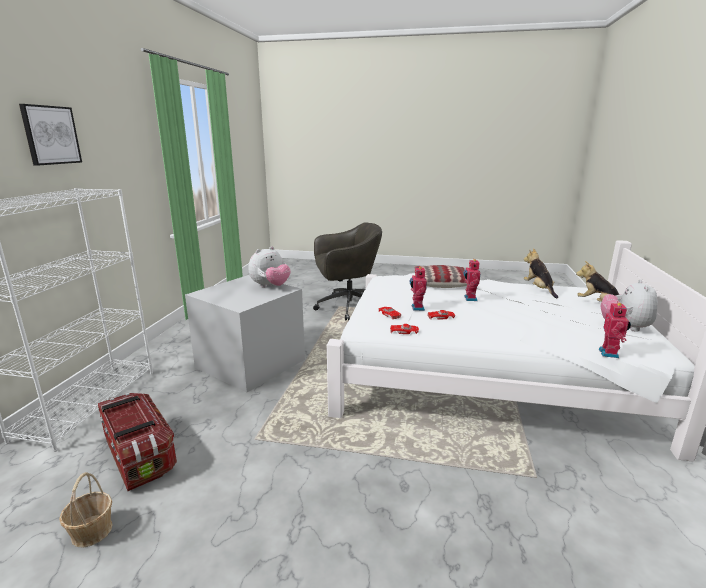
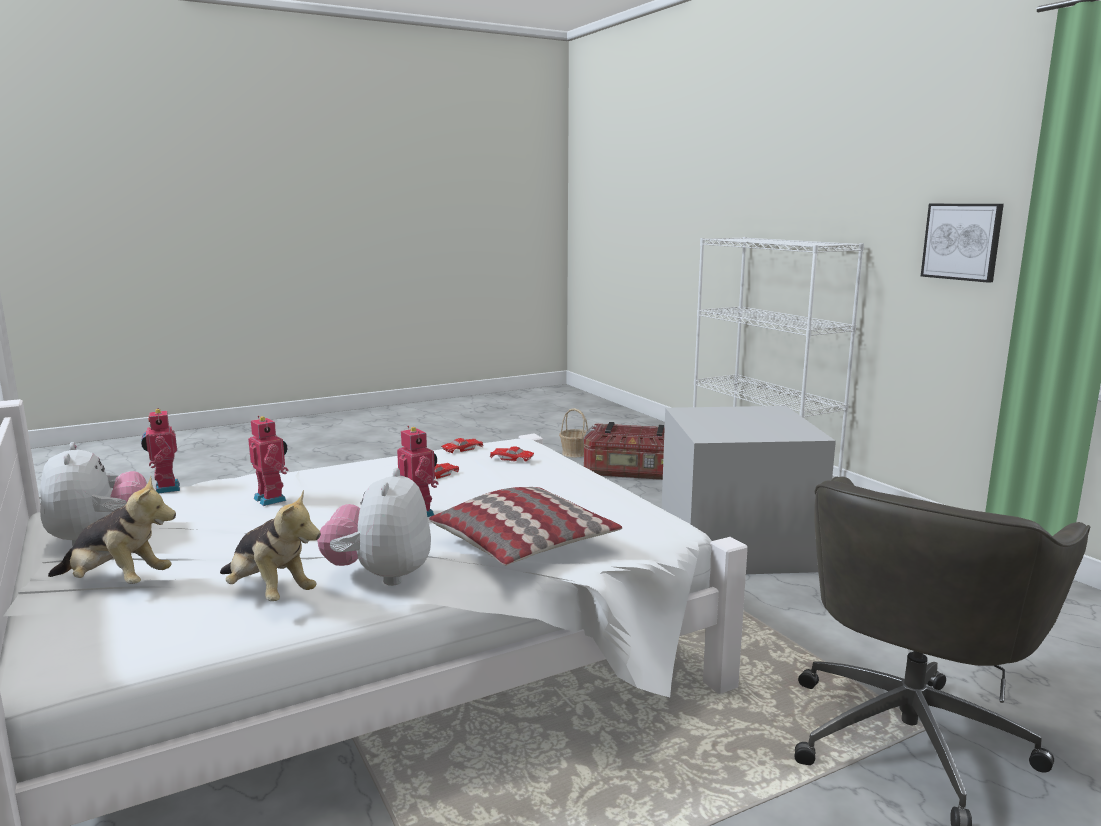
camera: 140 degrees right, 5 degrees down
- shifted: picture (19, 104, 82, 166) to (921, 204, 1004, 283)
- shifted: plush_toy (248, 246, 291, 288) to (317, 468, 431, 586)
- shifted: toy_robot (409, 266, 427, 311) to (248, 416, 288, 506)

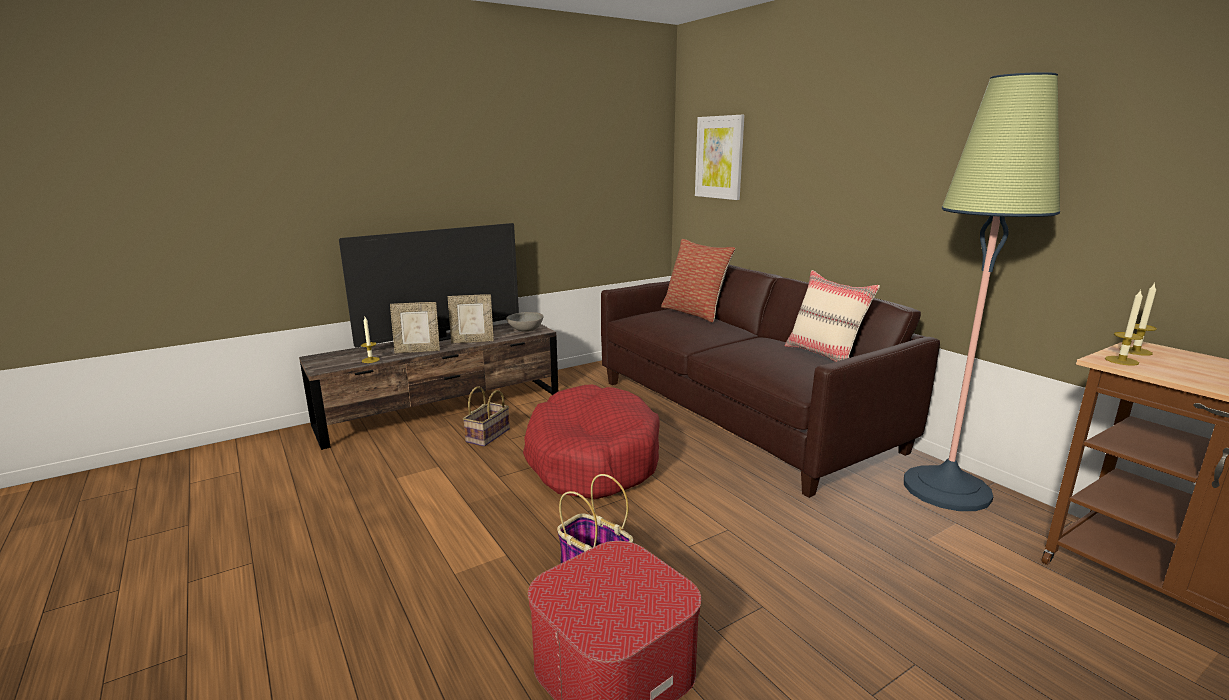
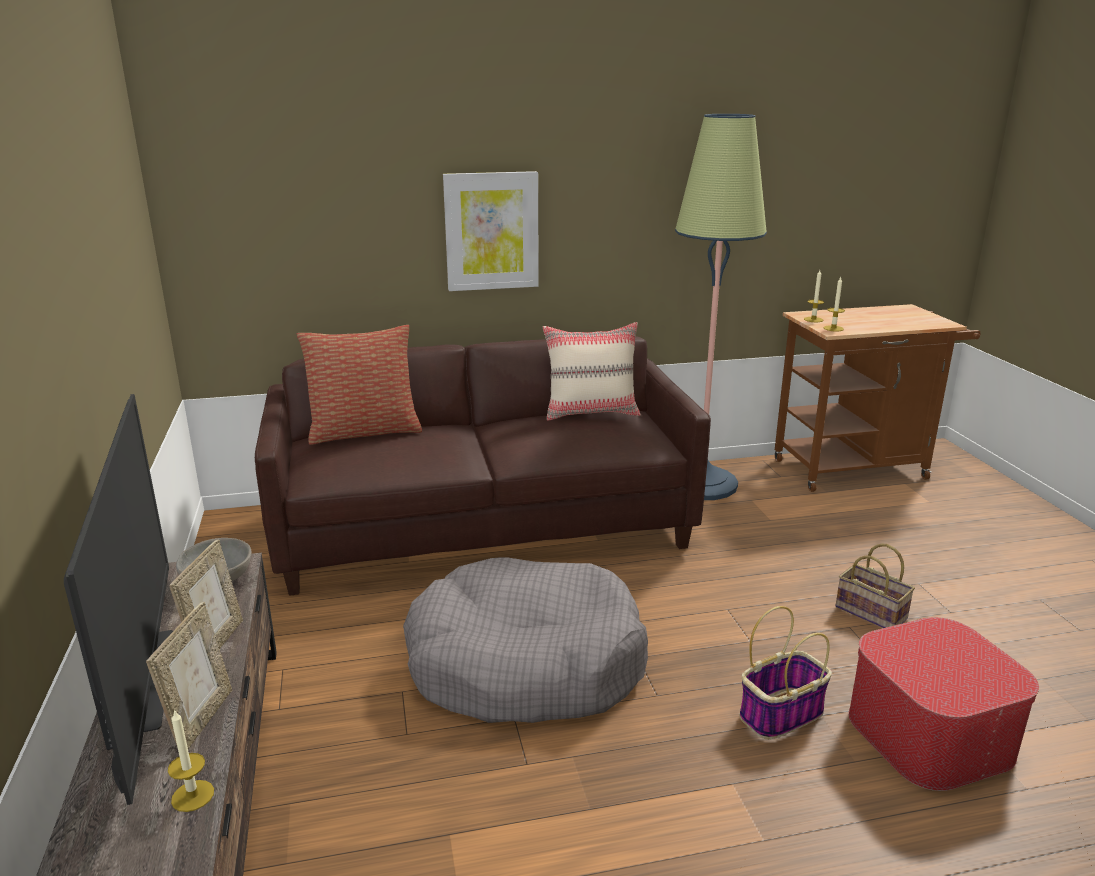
camera: 70 degrees left, 5 degrees up
- shifted: basket (463, 387, 510, 447) to (835, 544, 915, 628)
- repainted: red_dog_bed (523, 385, 659, 499) to grey_dog_bed (403, 557, 648, 723)
- shifted: picture (695, 115, 745, 200) to (443, 171, 539, 291)

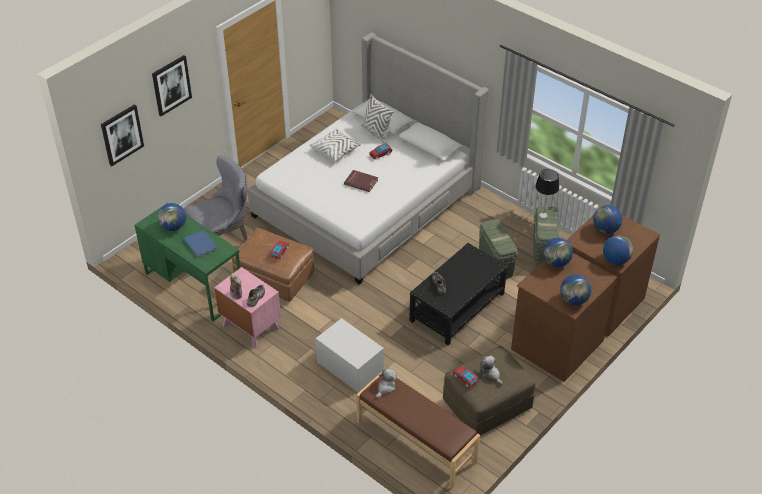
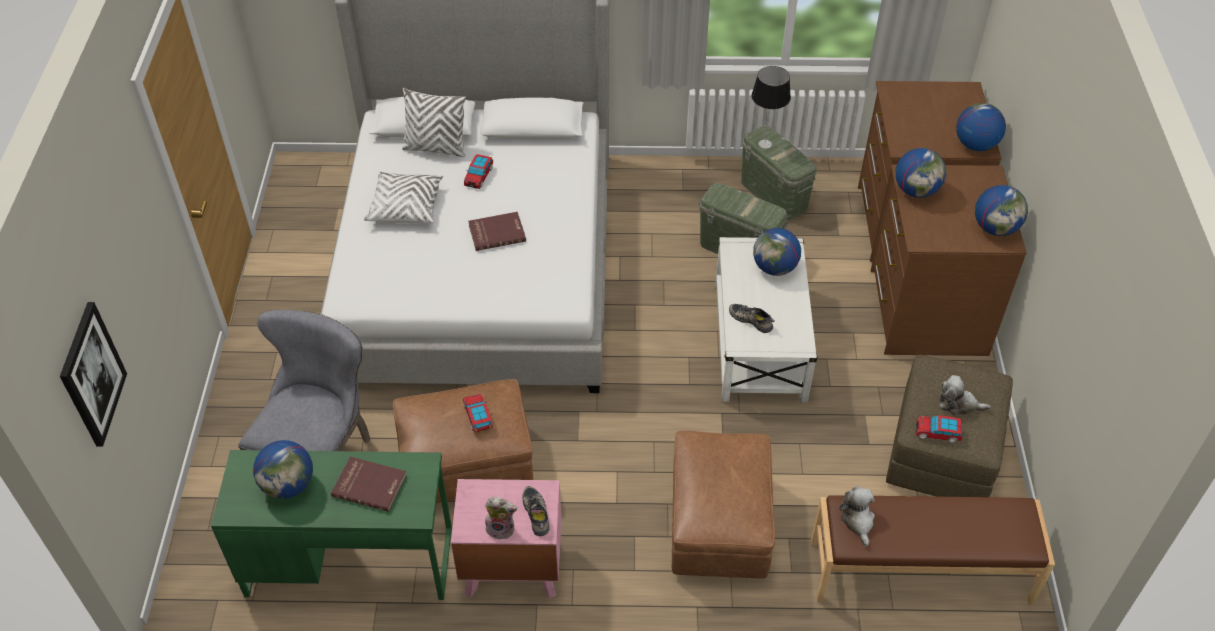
camera: 40 degrees left, 5 degrees up
- gone: picture (152, 55, 192, 116)
- repainted: blue_book (184, 230, 218, 258) to red_book (331, 457, 407, 512)
- swapped: white_storage_box (316, 318, 384, 393) to brown_ottoman (672, 430, 775, 579)
- repainted: black_coffee_table (409, 243, 508, 345) to white_coffee_table (715, 237, 818, 403)
- shifted: globe (593, 205, 623, 234) to (753, 228, 801, 276)

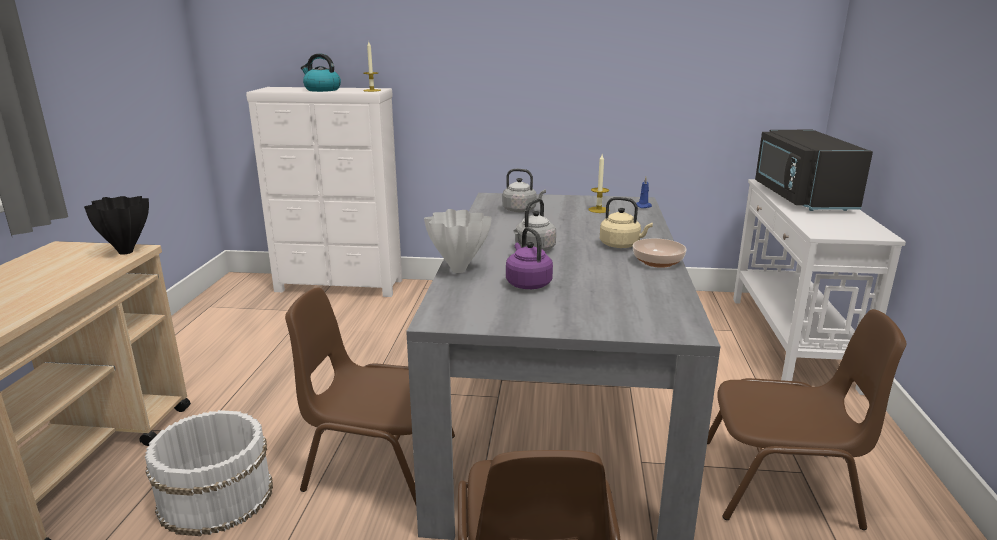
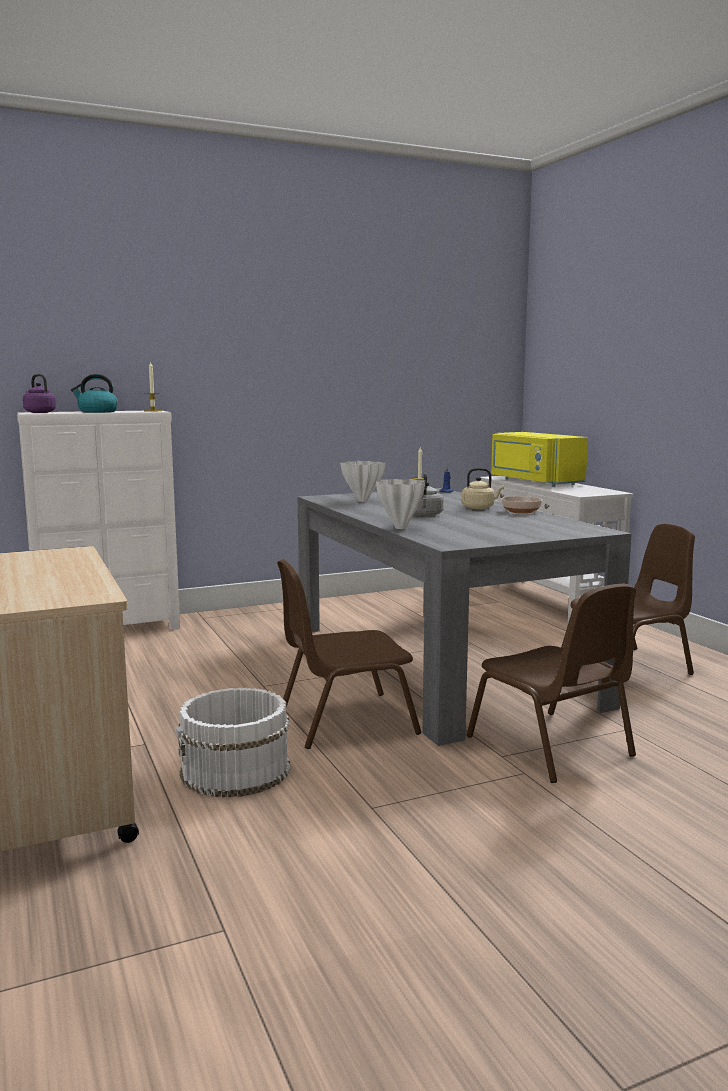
camera: 30 degrees left, 10 degrees down
- gone: black_vase (84, 196, 149, 255)
- swapped: grey_kettle (502, 169, 546, 212) to white_vase (340, 461, 386, 502)
- shifted: purple_kettle (506, 227, 553, 289) to (23, 374, 56, 413)
- repainted: black_microwave (755, 130, 873, 211) to yellow_microwave (491, 432, 588, 487)

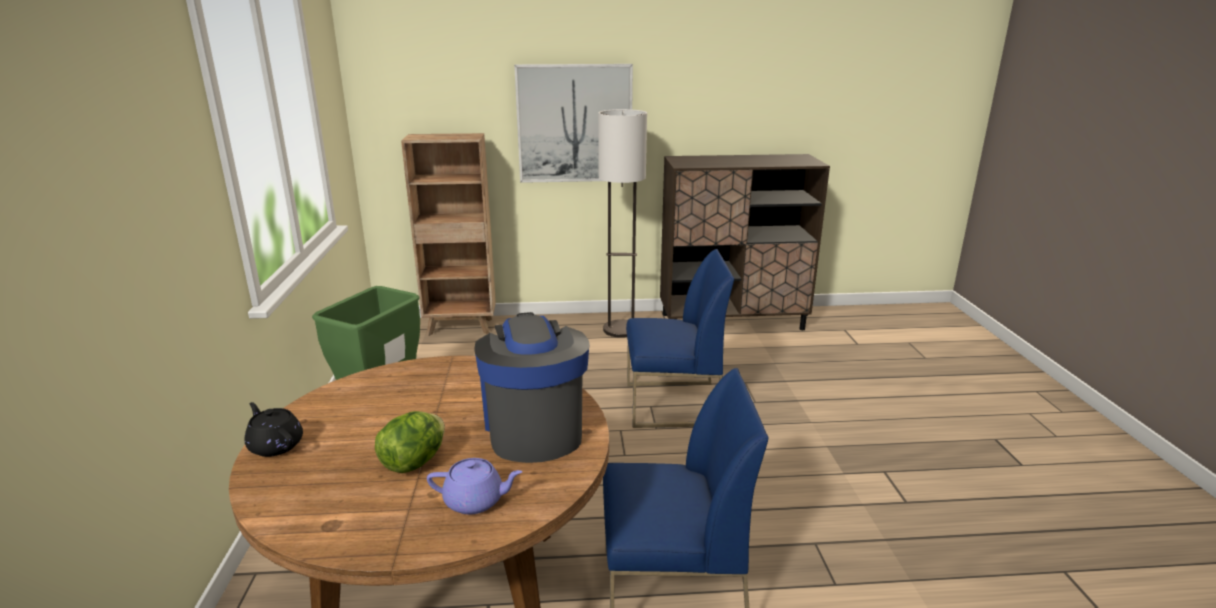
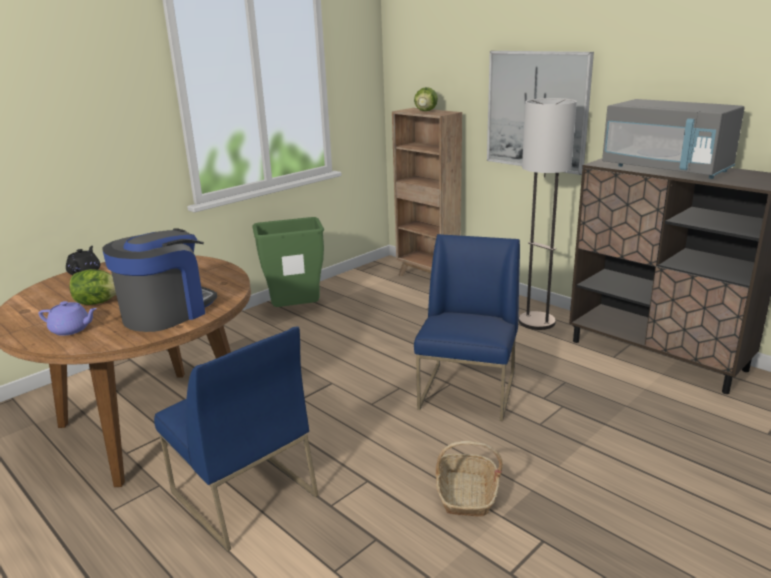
camera: 50 degrees right, 0 degrees up
- rotated: purple_teapot (427, 458, 523, 514) = (39, 301, 97, 336) 45 degrees counterclockwise
- rotated: blue_chair (626, 249, 734, 428) = (414, 234, 520, 421) 120 degrees counterclockwise
- new: lettuce (414, 87, 438, 111)
- new: basket (435, 441, 503, 517)
- new: grey_microwave (602, 99, 745, 179)

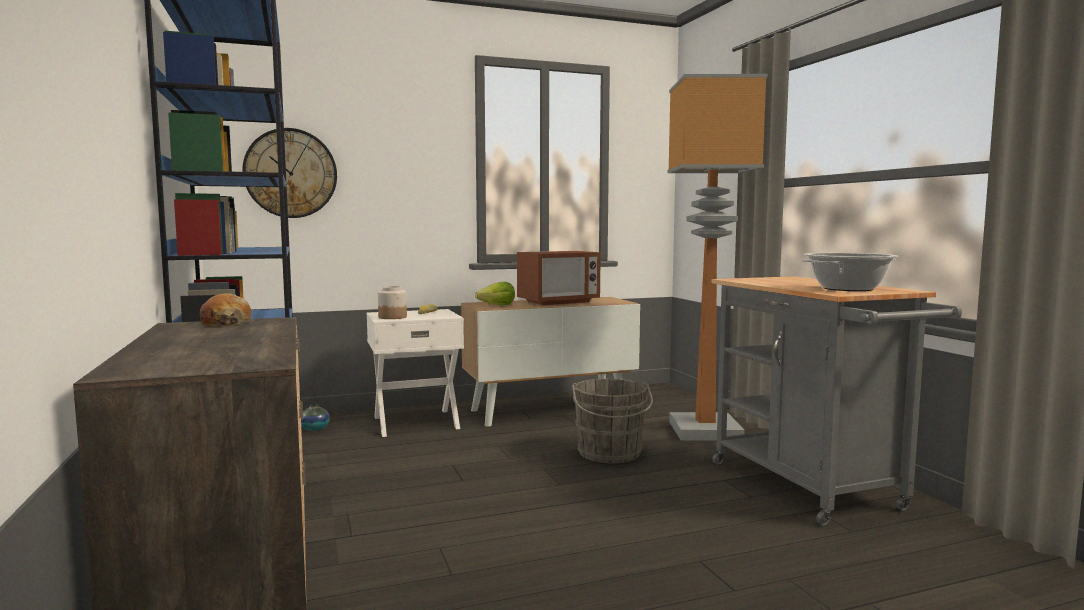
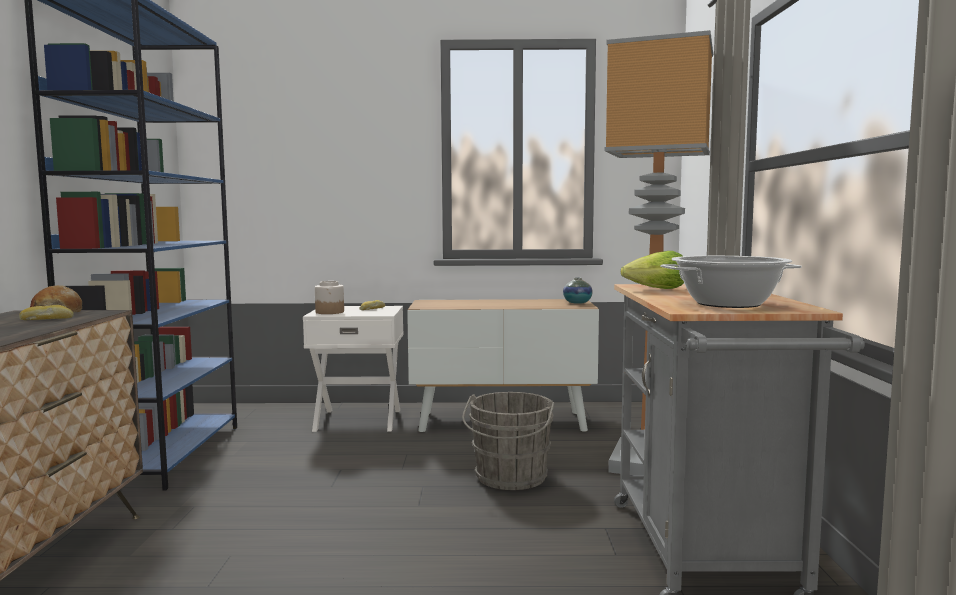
camera: 20 degrees right, 0 degrees up
- gone: wall_clock (242, 128, 337, 218)
- shifted: vase (301, 404, 330, 431) to (563, 278, 593, 304)
- shifted: lettuce (475, 282, 515, 305) to (621, 251, 684, 289)
- gone: microwave (517, 251, 601, 305)
- new: bread (19, 305, 74, 320)

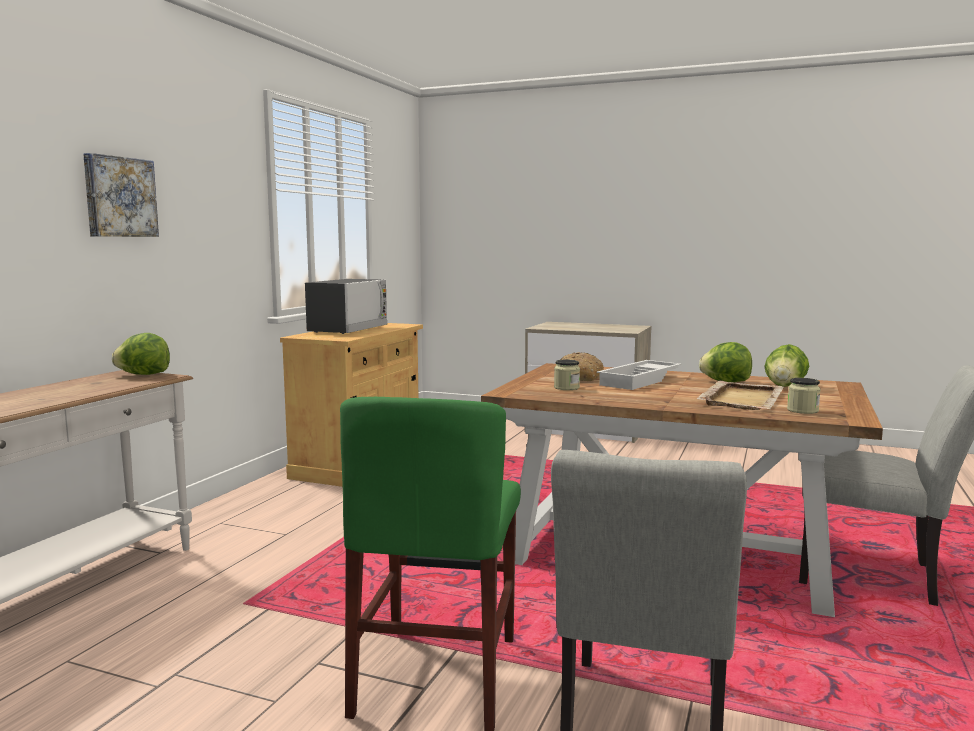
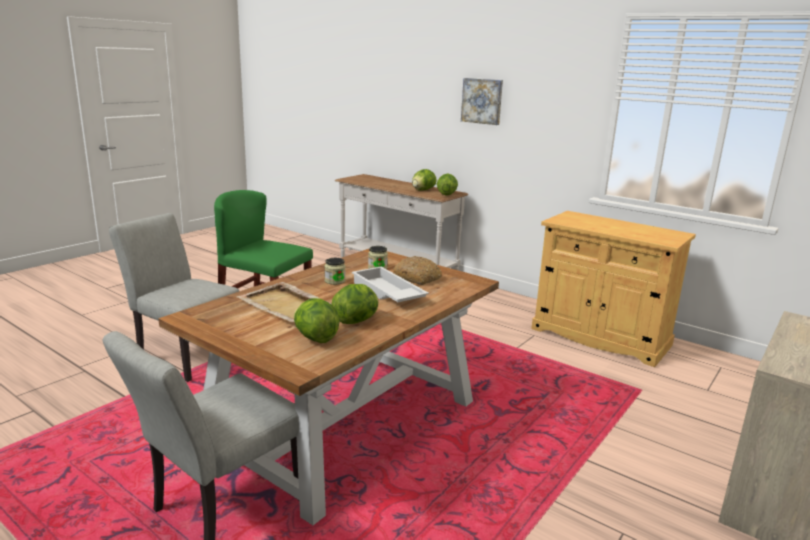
camera: 105 degrees right, 10 degrees up
- gone: microwave (305, 279, 388, 334)
- shifted: jar (787, 378, 821, 414) to (324, 258, 345, 285)
- new: lettuce (412, 169, 437, 191)

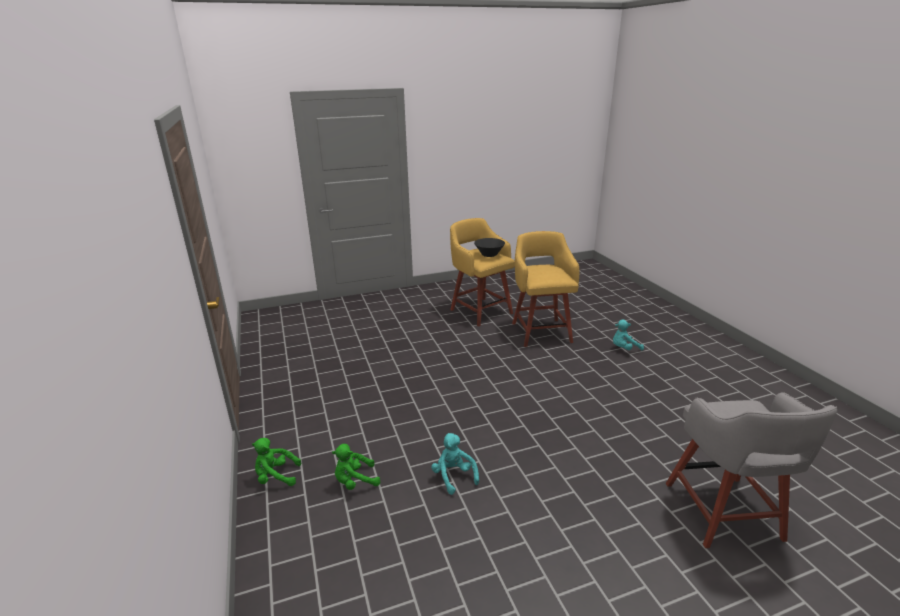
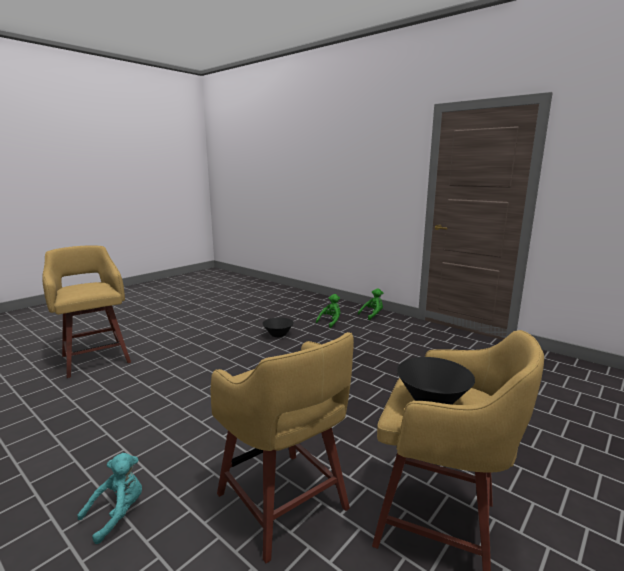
camera: 150 degrees right, 10 degrees down
- swapped: turquoise_plush_toy (431, 433, 479, 495) to black_bowl (262, 317, 294, 337)
- repainted: grey_stool (666, 392, 837, 548) to yellow_stool (42, 245, 131, 378)

